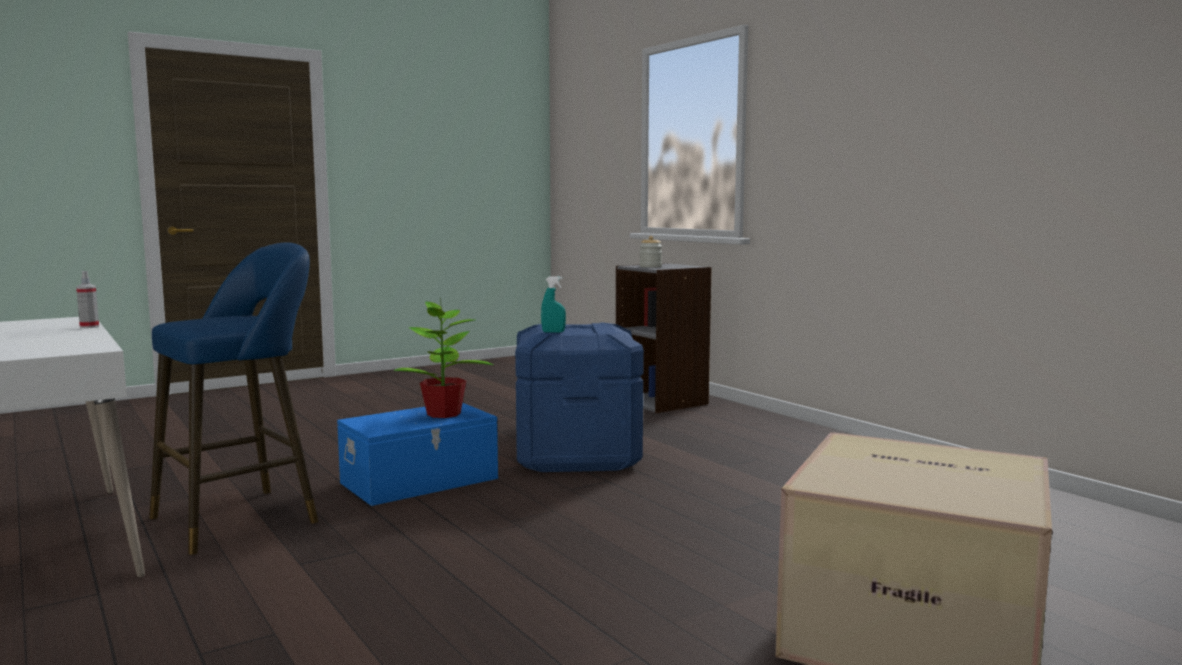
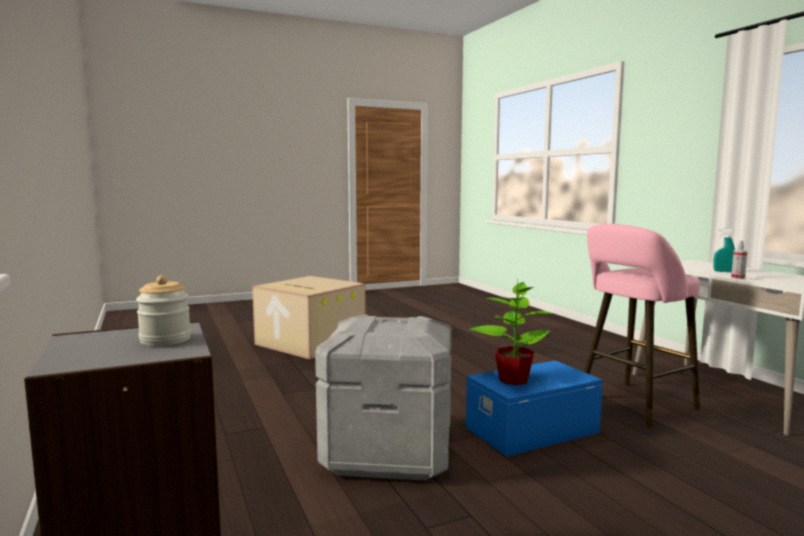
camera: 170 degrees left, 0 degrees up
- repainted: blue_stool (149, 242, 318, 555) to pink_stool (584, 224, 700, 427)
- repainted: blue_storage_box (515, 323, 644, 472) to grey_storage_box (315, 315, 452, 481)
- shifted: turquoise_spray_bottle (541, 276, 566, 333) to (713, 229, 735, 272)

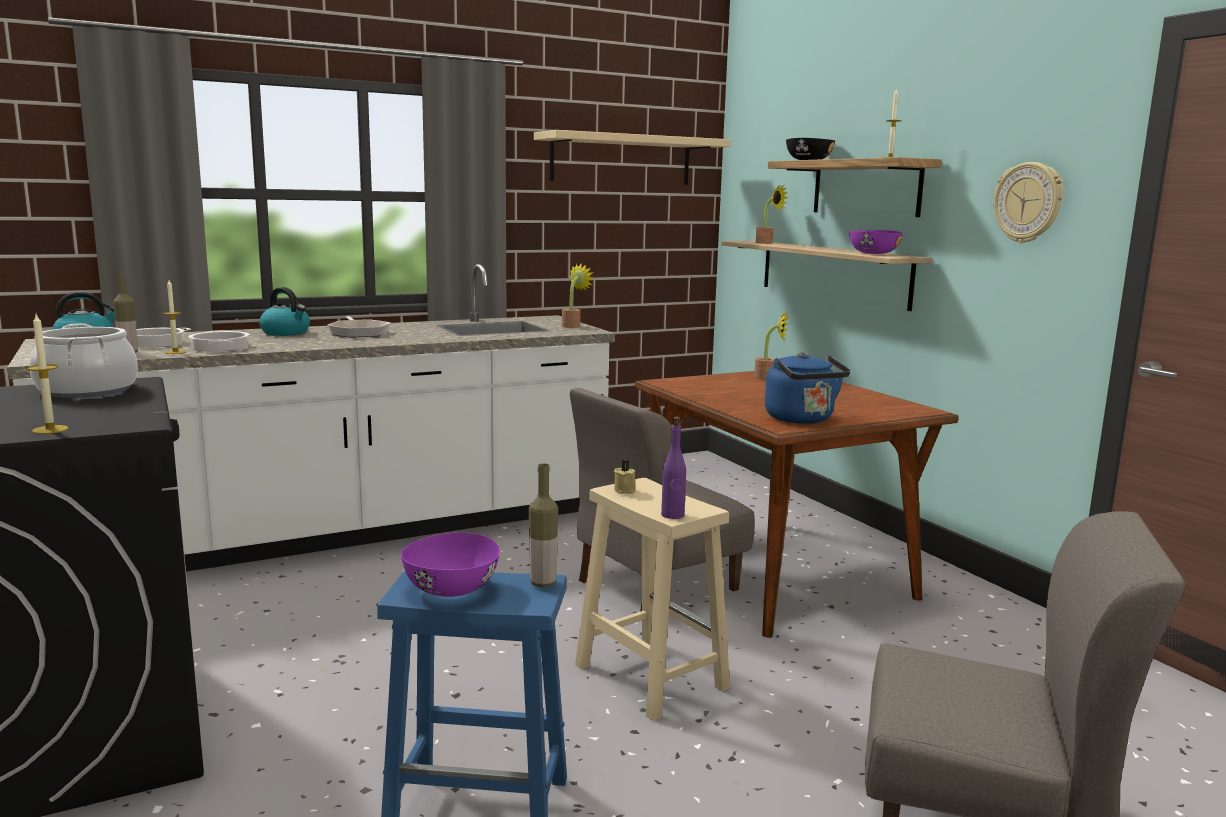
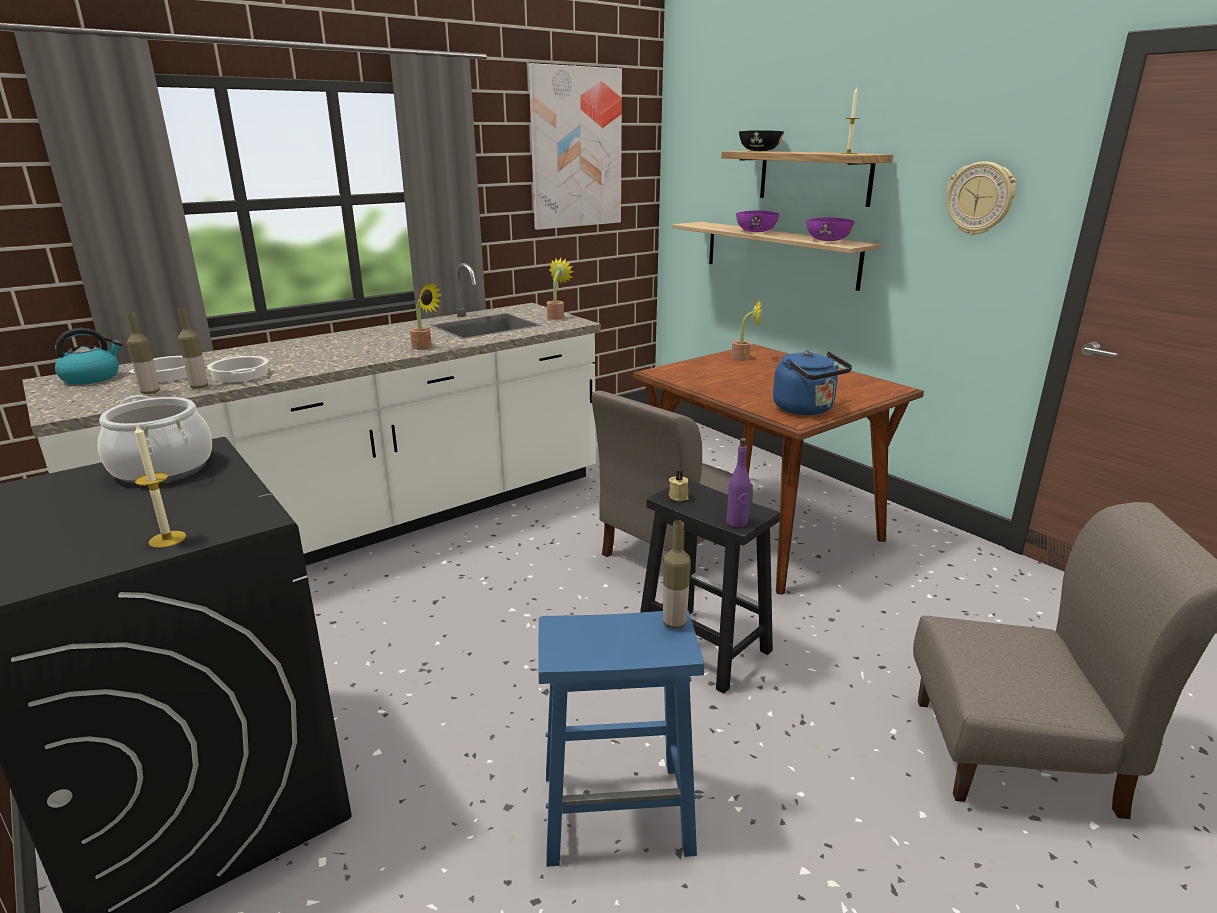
camera: 10 degrees left, 10 degrees up
- swapped: candle (163, 280, 186, 354) to bottle (178, 308, 208, 389)
- gone: kettle (259, 287, 310, 336)
- gone: frying_pan (327, 316, 391, 338)
- shifted: purple_bowl (401, 532, 500, 597) to (736, 211, 780, 232)
- swapped: beige_shelf (534, 130, 731, 185) to picture (529, 63, 622, 230)
- repainted: beige_stool (575, 478, 730, 721) to black_stool (640, 479, 780, 694)
- shifted: potted_plant (755, 184, 788, 244) to (410, 282, 441, 350)

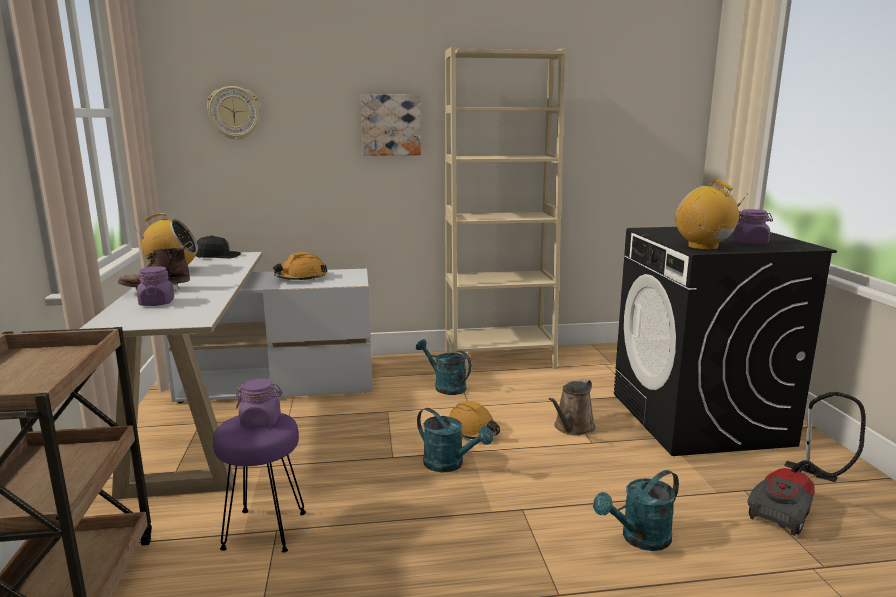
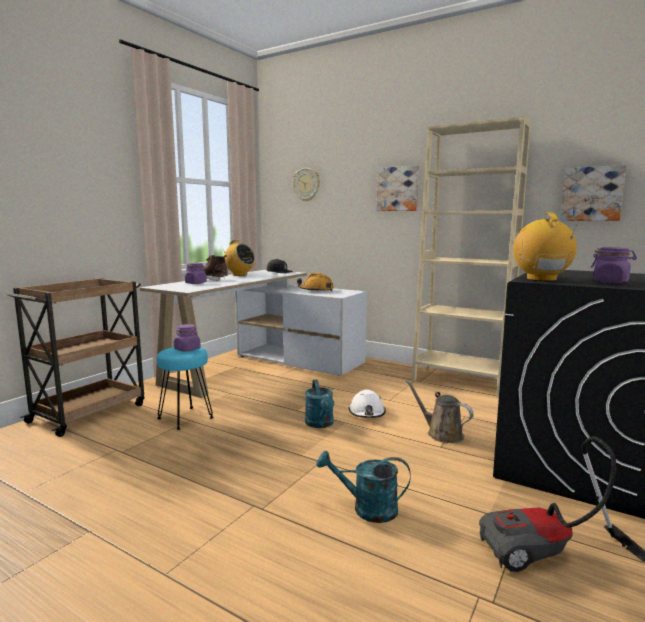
camera: 40 degrees right, 5 degrees down
- repainted: purple_stool (213, 413, 306, 553) to turquoise_stool (157, 347, 214, 430)
- gone: turquoise_watering_can (416, 339, 472, 395)
- repainted: orange_hard_hat (449, 401, 500, 439) to white_hard_hat (349, 390, 386, 418)
- rotated: brown_watering_can (549, 379, 595, 436) = (405, 380, 474, 443) 60 degrees clockwise
- new: picture (560, 165, 626, 221)

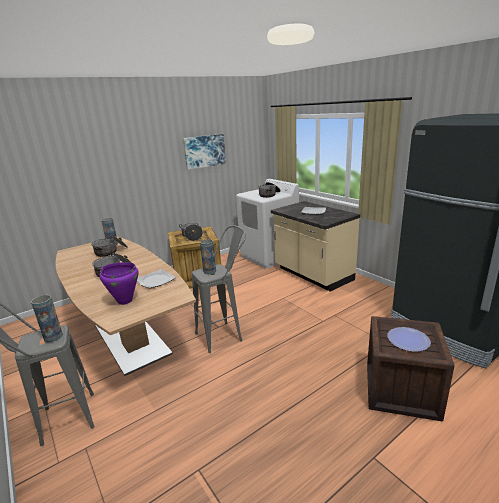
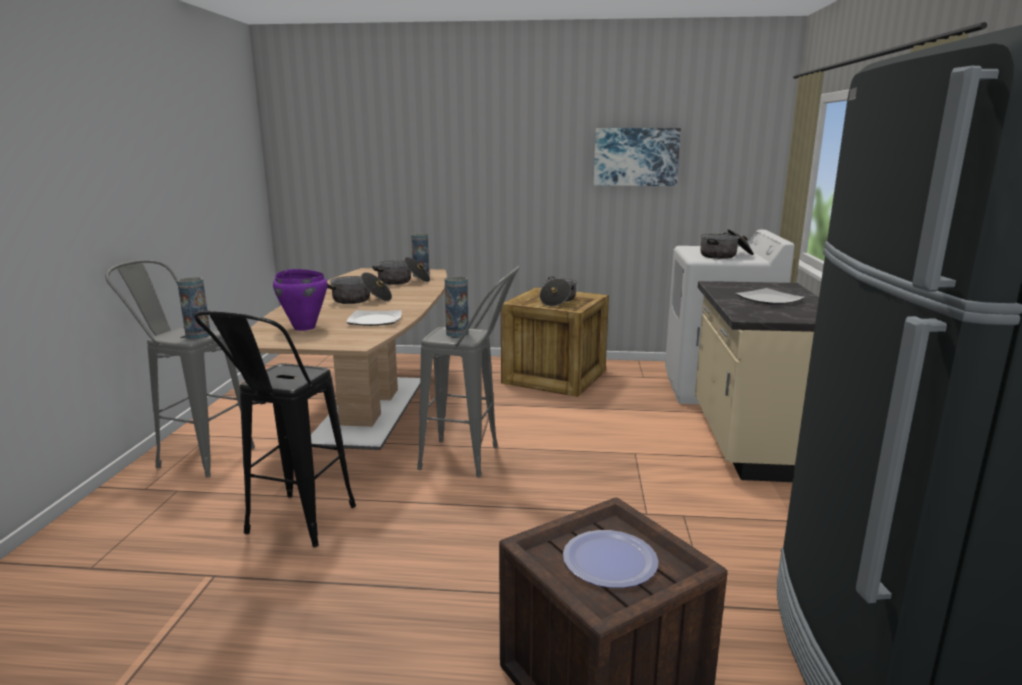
camera: 40 degrees right, 5 degrees down
- new: black_stool (194, 311, 356, 547)

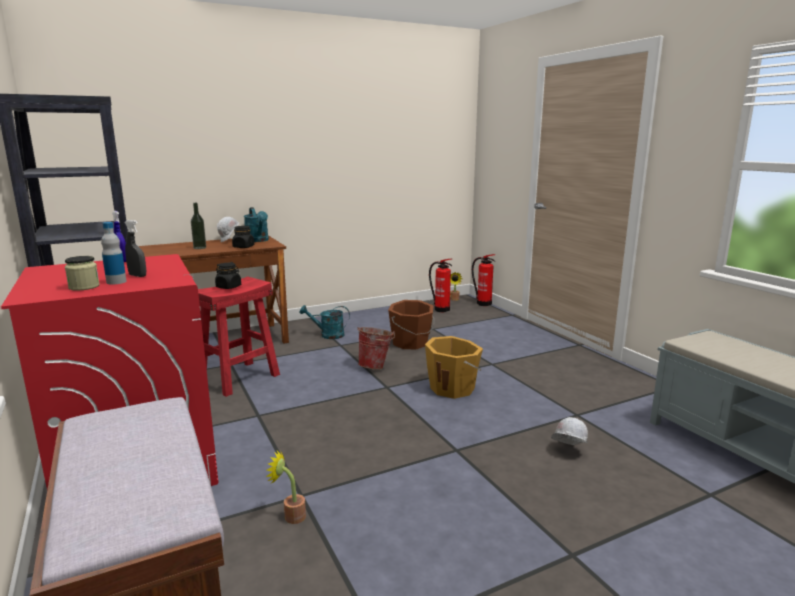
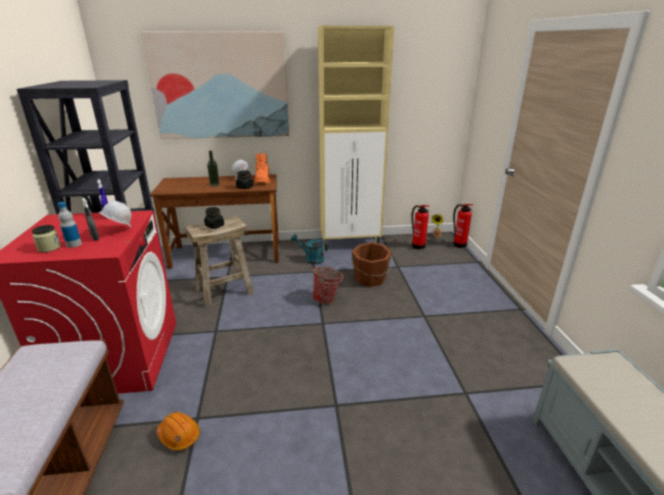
camera: 20 degrees right, 10 degrees up
- repainted: red_stool (198, 276, 280, 397) to beige_stool (185, 216, 254, 308)
- swapped: turquoise_watering_can (244, 207, 269, 242) to orange_boot (255, 154, 270, 184)
- swapped: potted_plant (266, 450, 306, 524) to orange_hard_hat (156, 412, 200, 451)
- gone: orange_bucket (425, 336, 483, 399)
- shifted: white_hard_hat (551, 417, 588, 445) to (99, 201, 131, 227)
- new: picture (141, 31, 289, 139)
- new: beige_cabinet (318, 26, 394, 251)

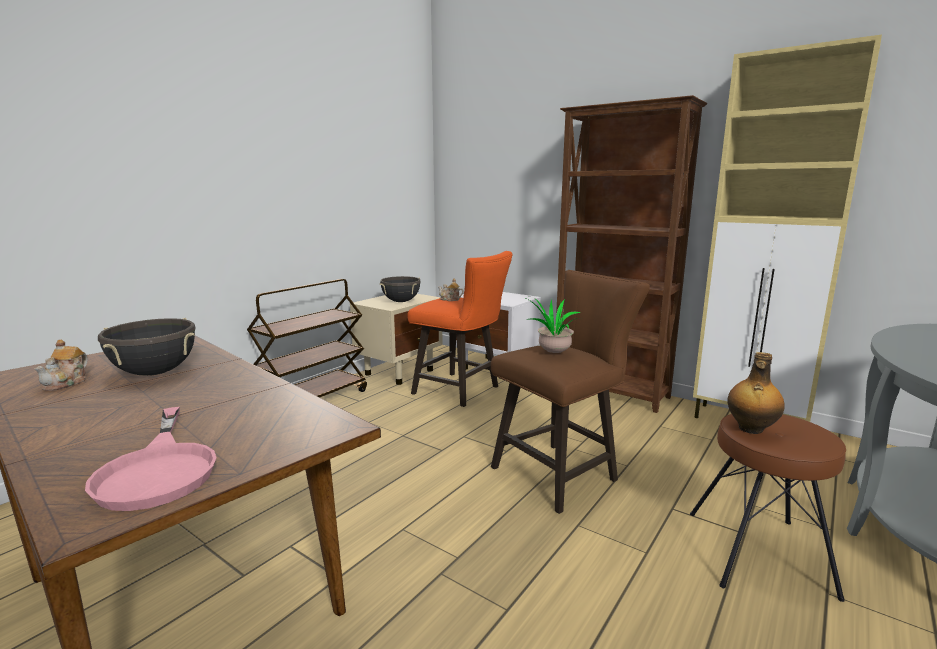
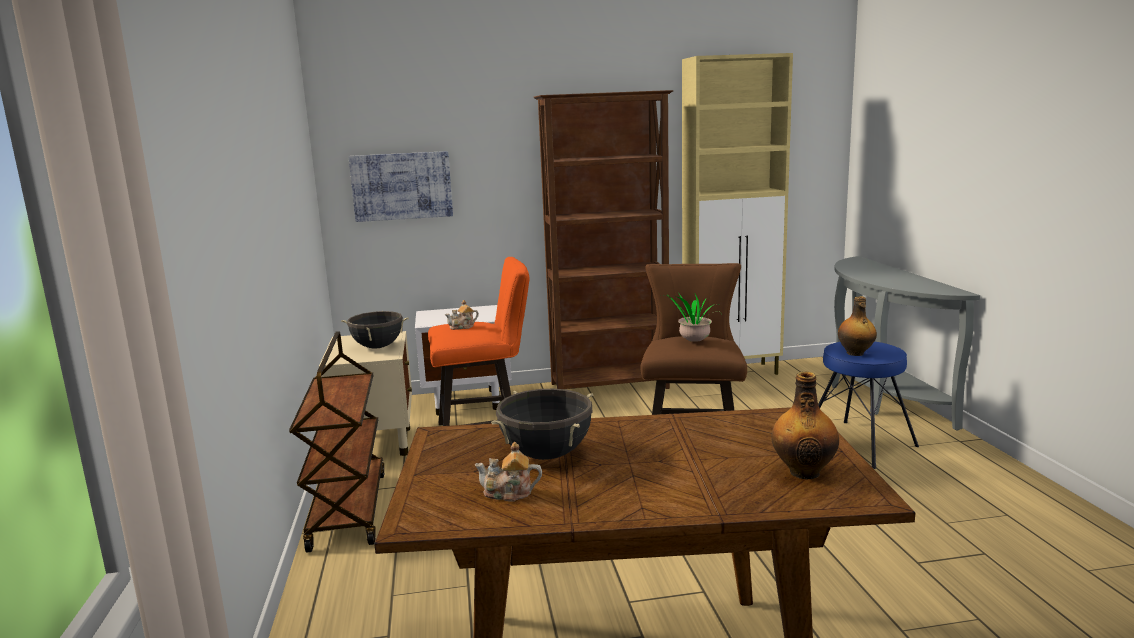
camera: 45 degrees left, 0 degrees up
- rotated: teapot (34, 340, 88, 391) = (475, 442, 542, 502) 135 degrees clockwise
- swapped: pink_frying_pan (85, 407, 217, 511) to bottle (772, 372, 839, 479)
- repainted: brown_stool (690, 414, 846, 602) to blue_stool (818, 342, 919, 469)
- new: picture (348, 151, 453, 222)

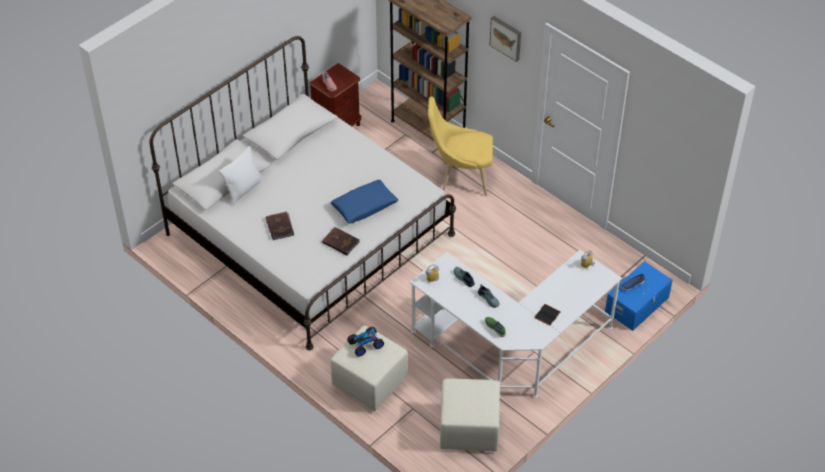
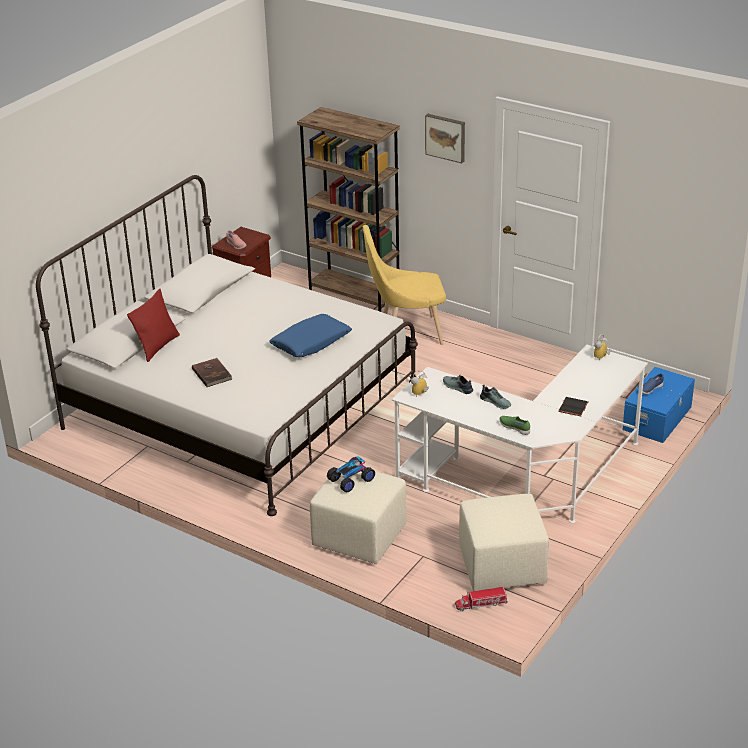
camera: 10 degrees left, 15 degrees down
- repainted: white_pillow (219, 146, 264, 205) to red_pillow (127, 289, 180, 362)
- gone: brown_book (322, 227, 360, 255)
- new: toy_truck (455, 587, 508, 611)

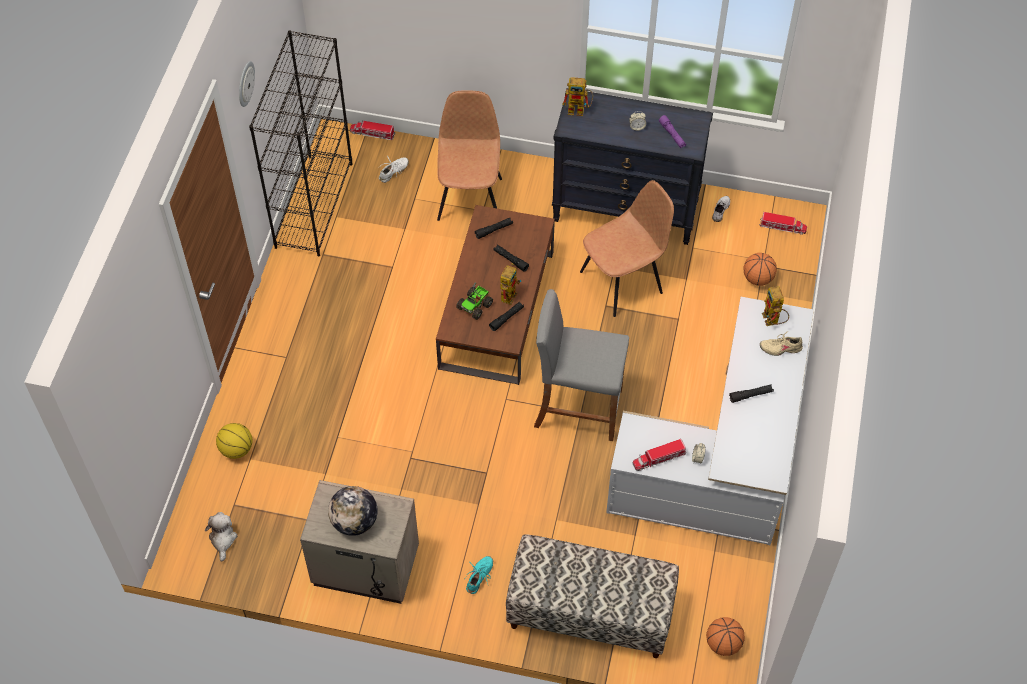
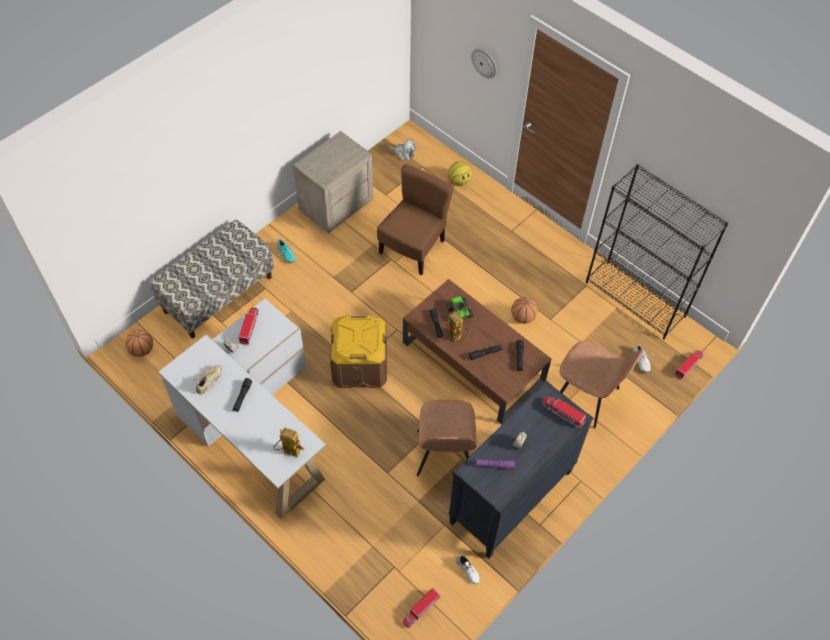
camera: 120 degrees right, 0 degrees up
- shifted: wall_clock (239, 61, 255, 107) to (471, 48, 497, 78)
- gone: globe (328, 486, 378, 536)
- swapped: grey_stool (534, 289, 629, 441) to brown_storage_box (330, 315, 387, 388)
- swapped: toy_robot (562, 77, 593, 116) to toy_truck (542, 396, 586, 428)
- shifted: basketball (743, 253, 777, 286) to (511, 297, 538, 324)
- shifted: beige_shoe (760, 332, 803, 356) to (195, 365, 222, 394)
- new: brown_chair (377, 164, 454, 275)

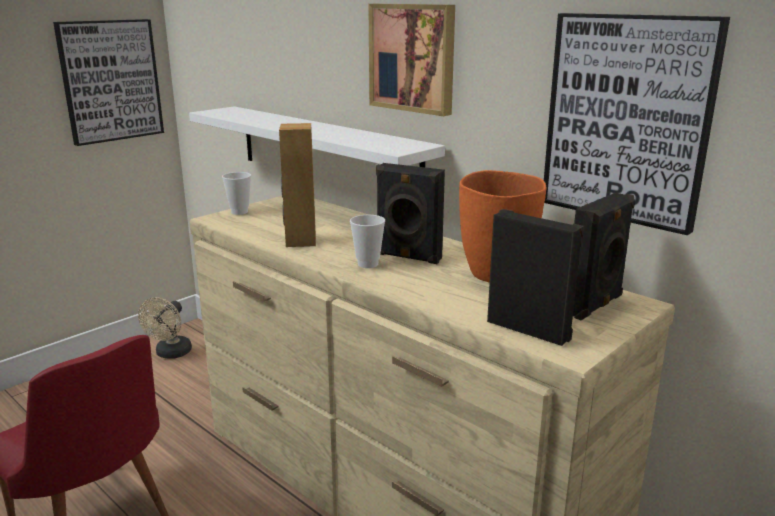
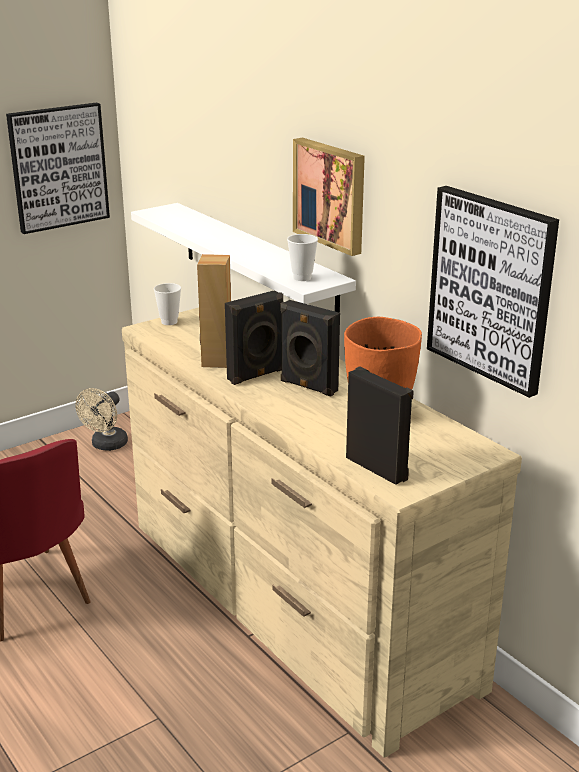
camera: 10 degrees right, 5 degrees up
- shifted: cup (350, 215, 385, 268) to (287, 234, 318, 281)
- shifted: black_speaker (573, 193, 635, 320) to (225, 290, 283, 385)

